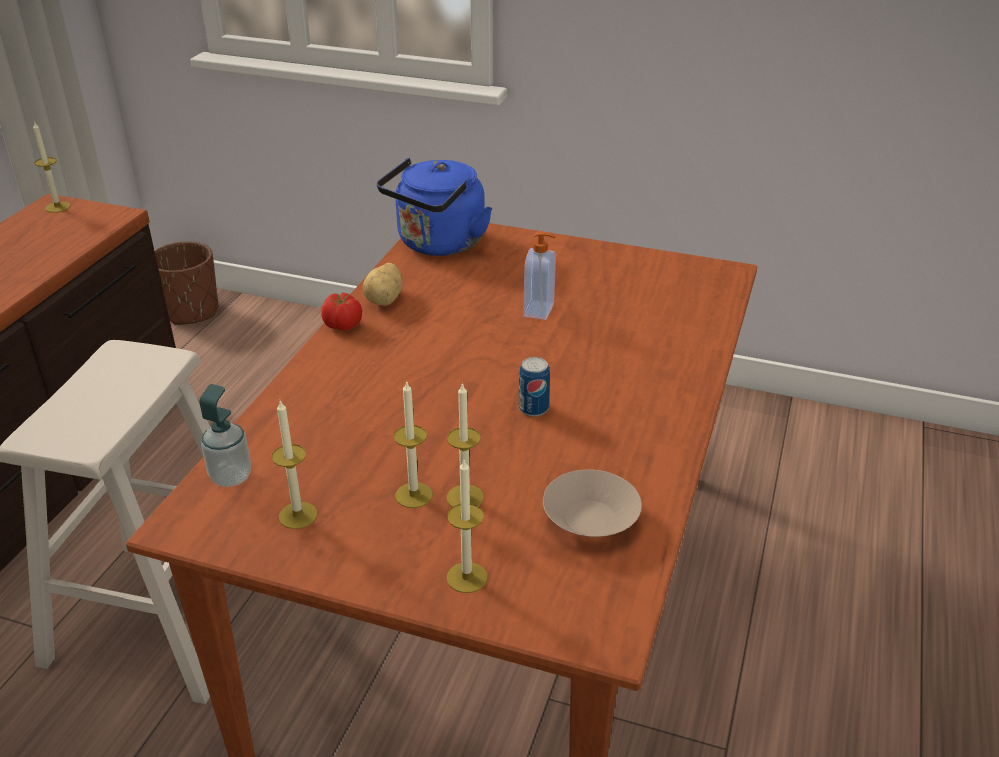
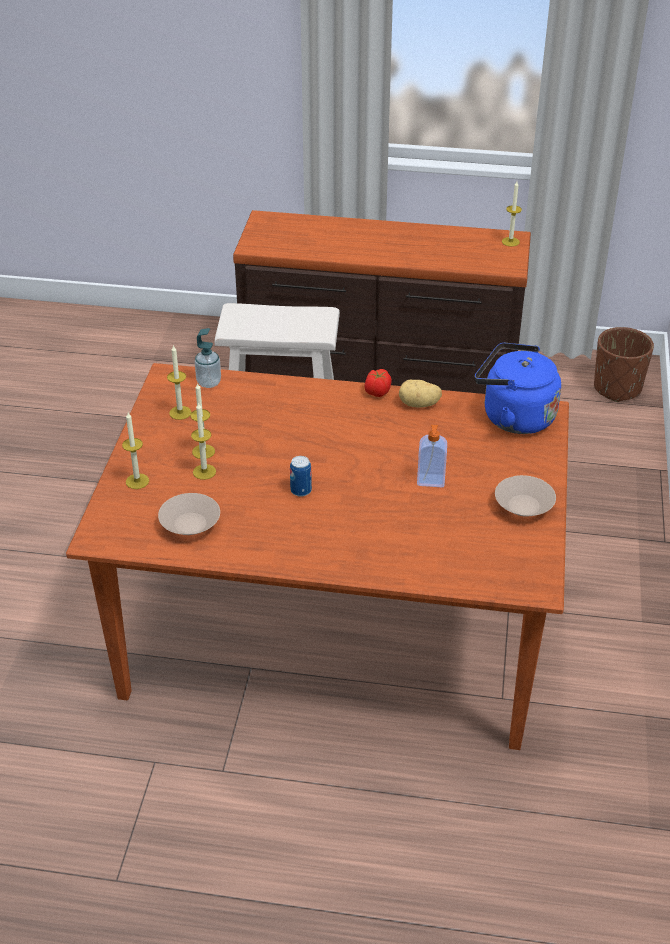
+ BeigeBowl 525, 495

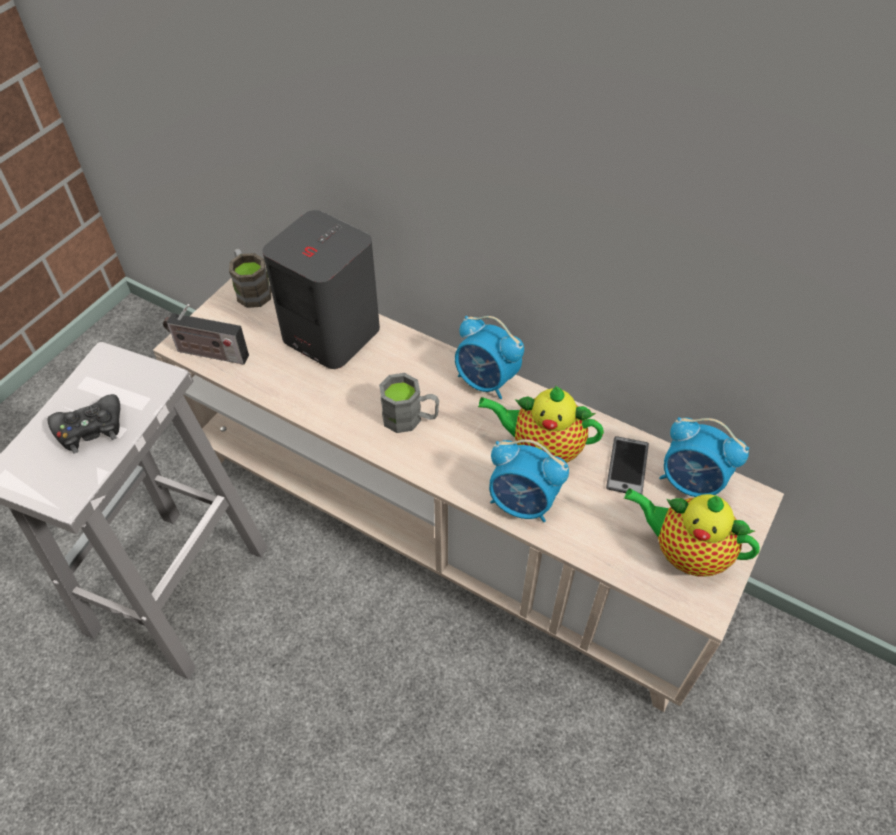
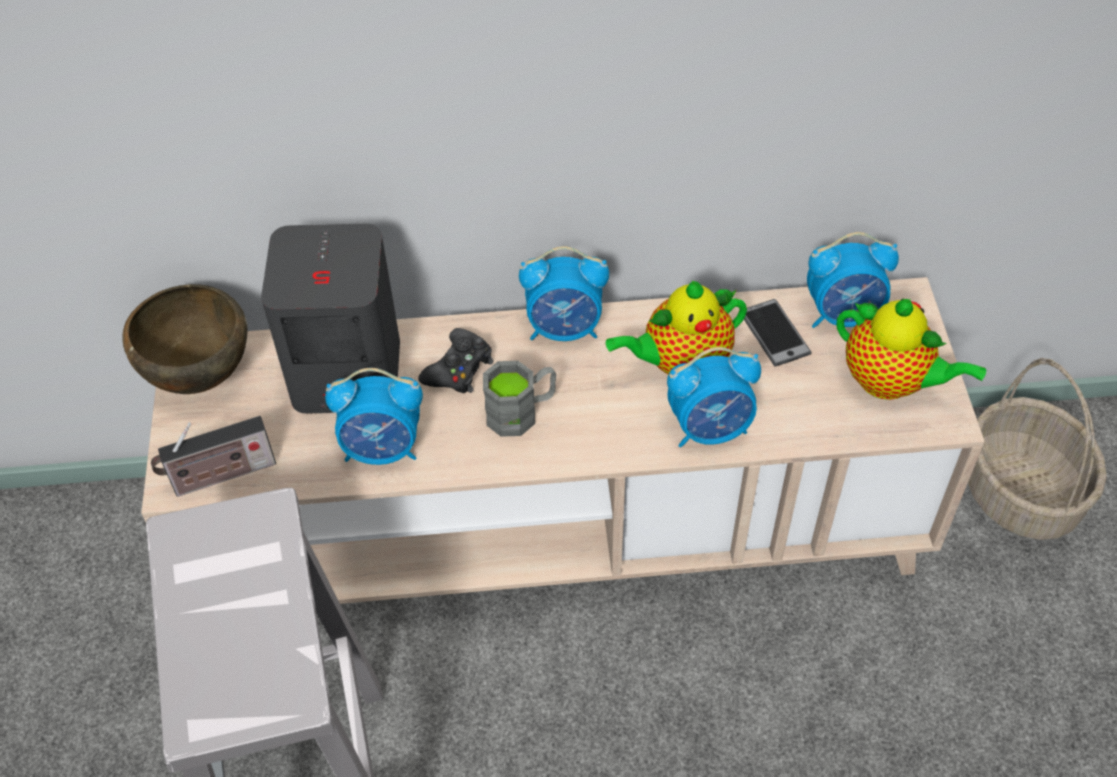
~ BlackGameController 84, 424 to 455, 360
~ BrownMug 250, 278 to BrownBowl 185, 339
~ Teapot 692, 532 = 911, 349 135 degrees counterclockwise
+ AlarmClock 374, 416
+ Basket 1037, 449

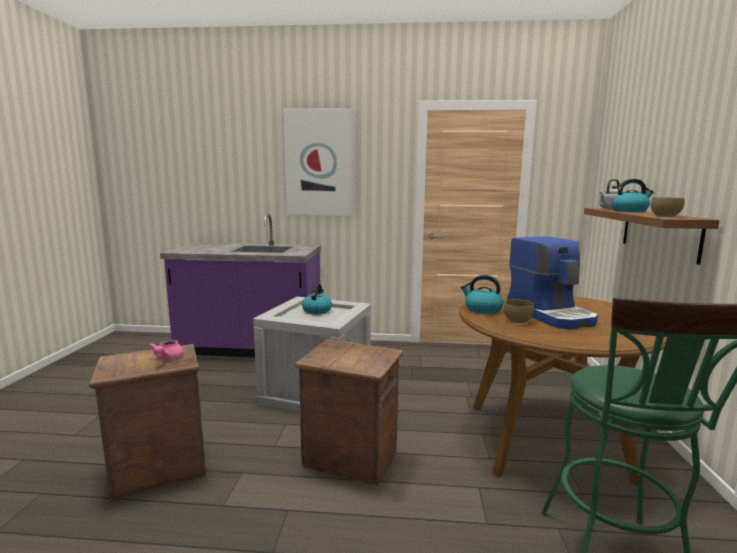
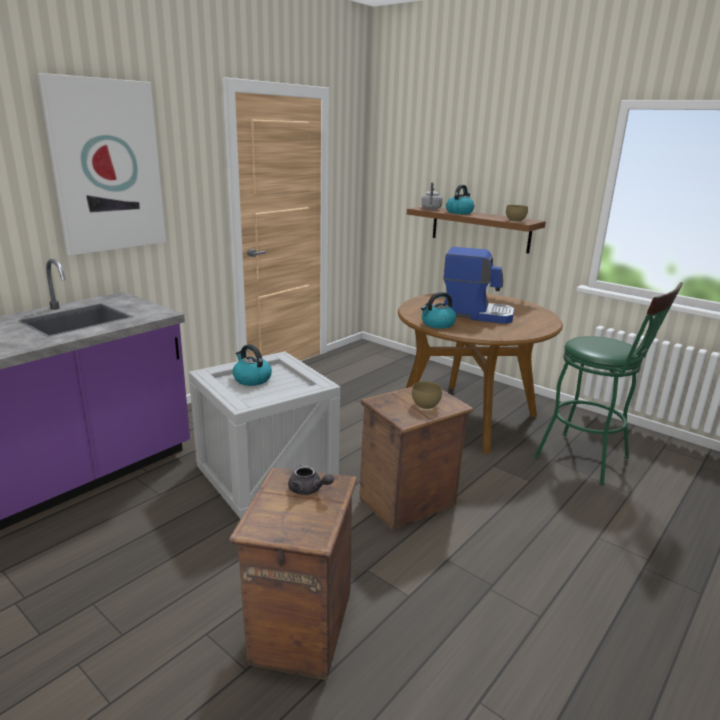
~ PinkTeapot 166, 349 to GreyTeapot 311, 480
~ BrownBowl 519, 311 to 427, 395

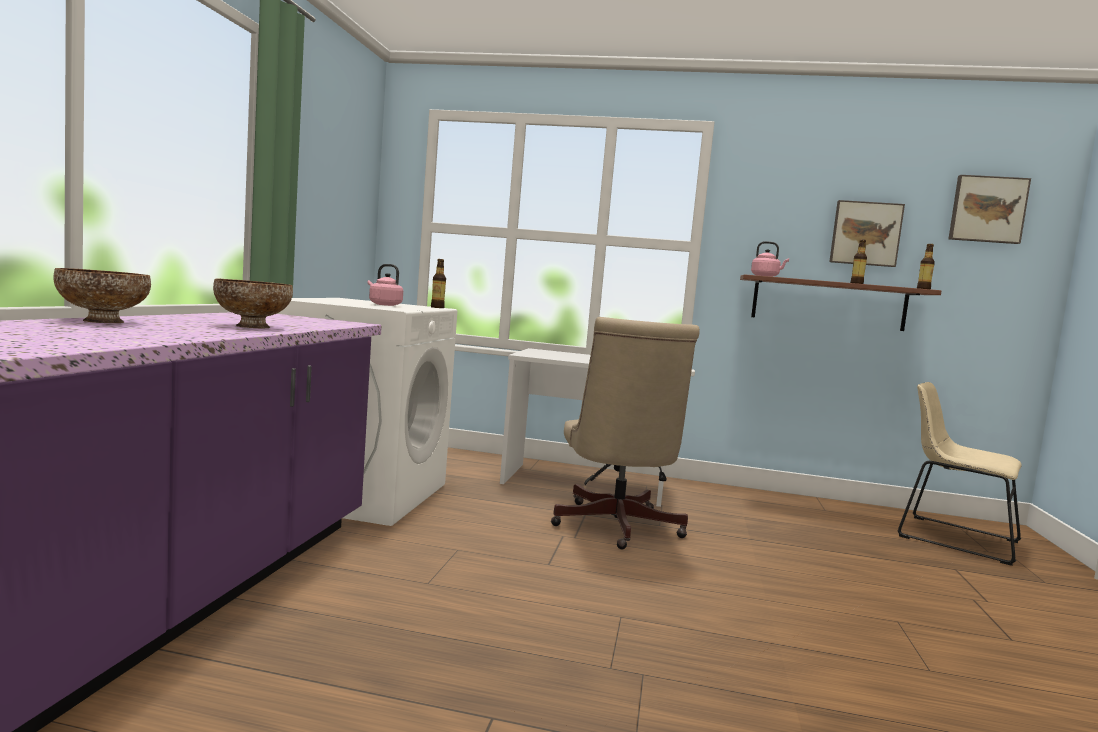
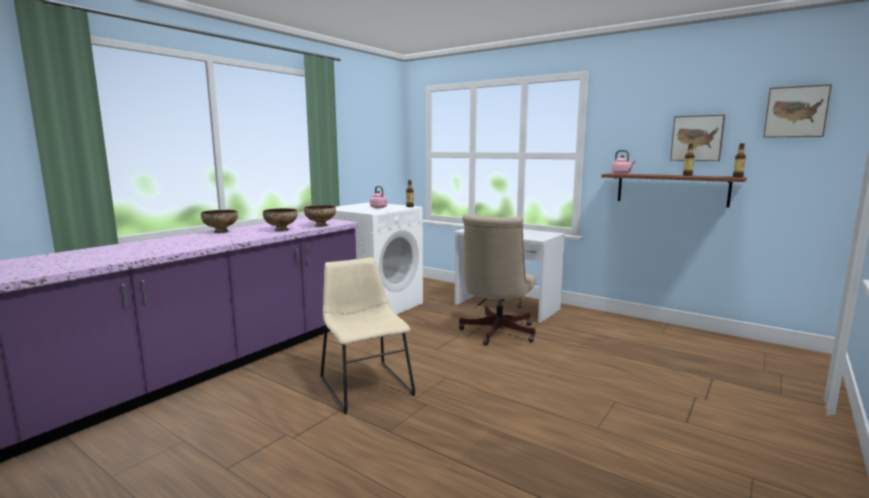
~ BeigeChair 959, 474 to 368, 335
+ Bowl 320, 216

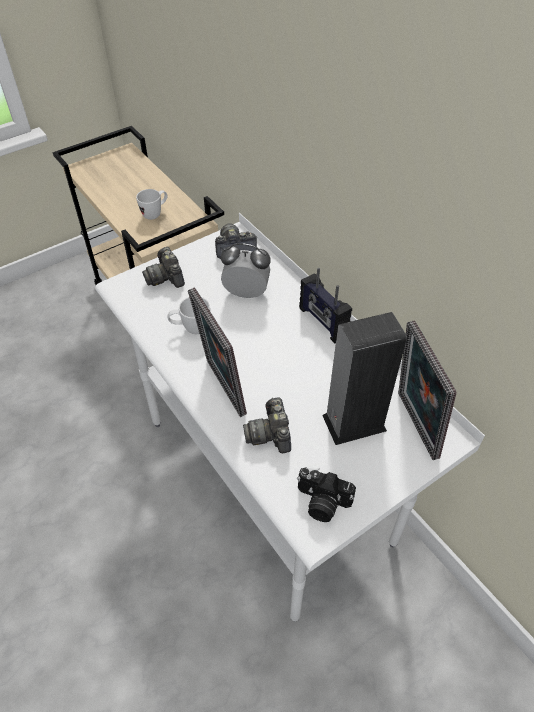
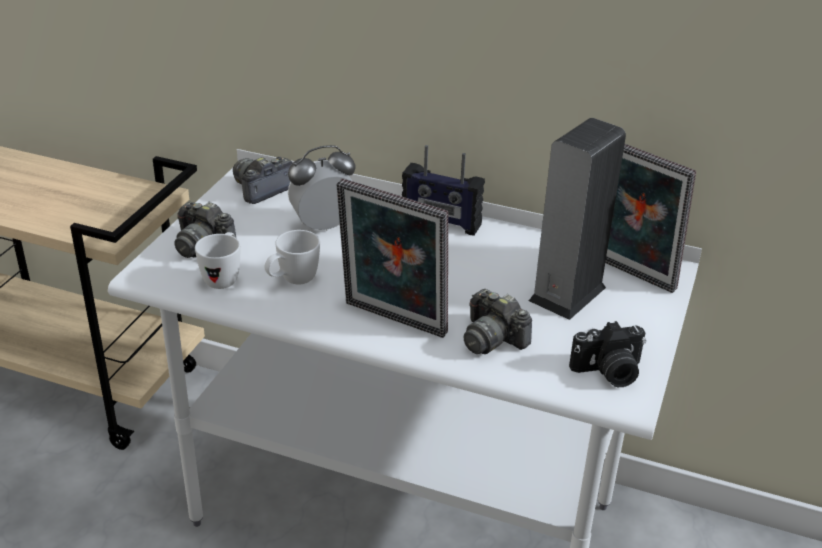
~ WhiteMug 151, 204 to 217, 260

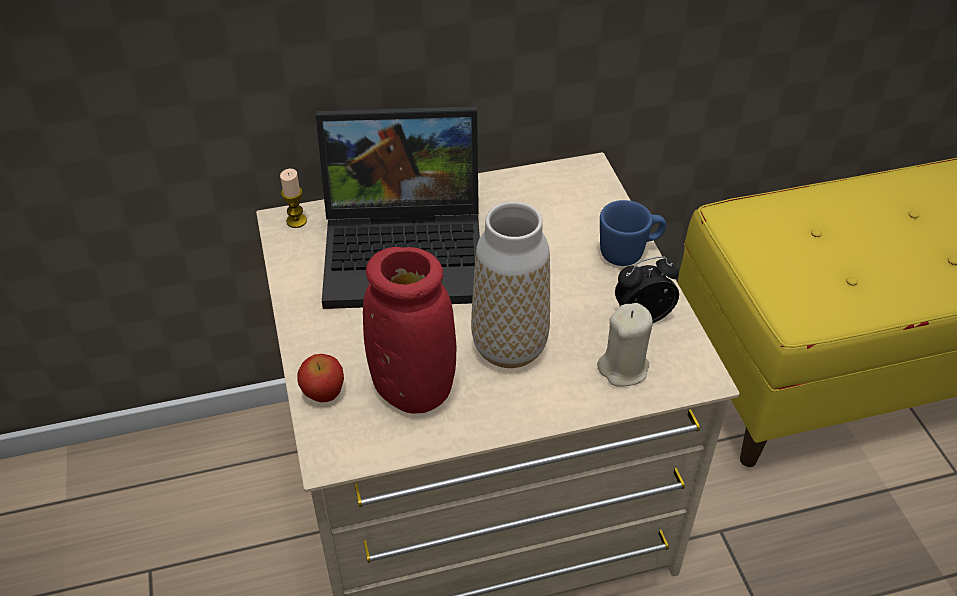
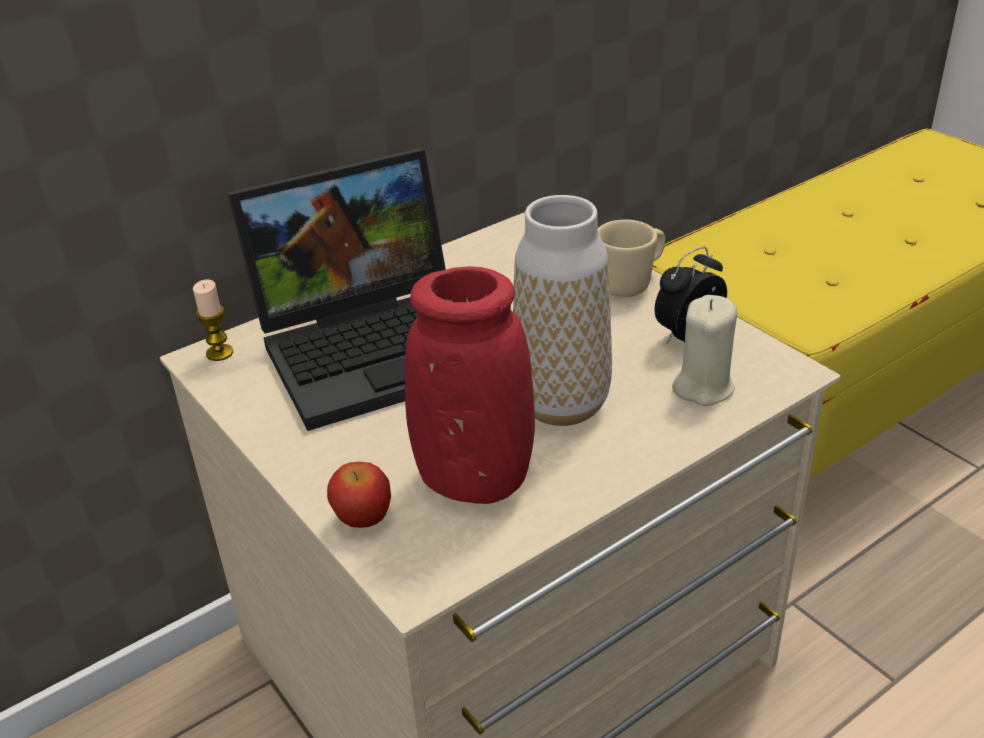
~ BlueMug 633, 233 to BeigeMug 631, 258

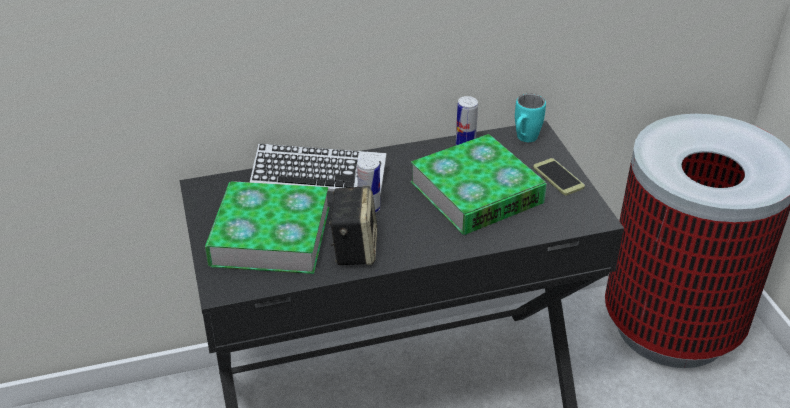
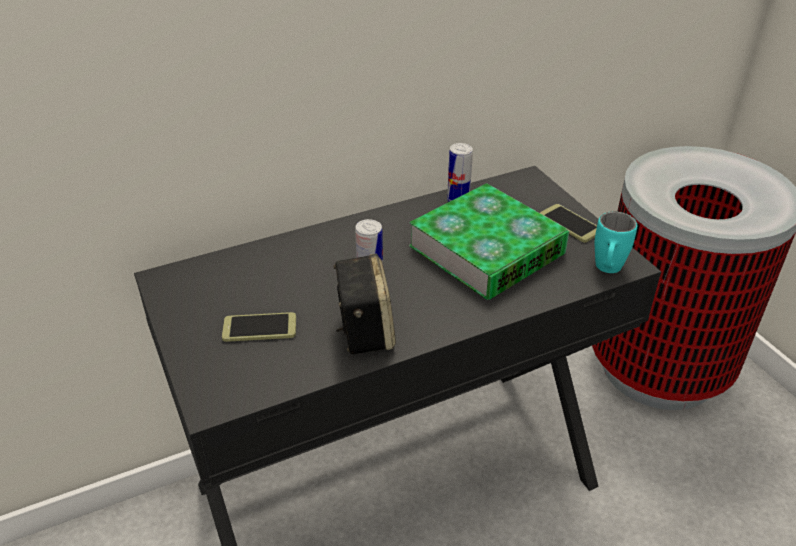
~ Book 267, 227 to Phone 259, 327
- Keyboard 318, 169
~ TurquoiseMug 530, 118 to 616, 242

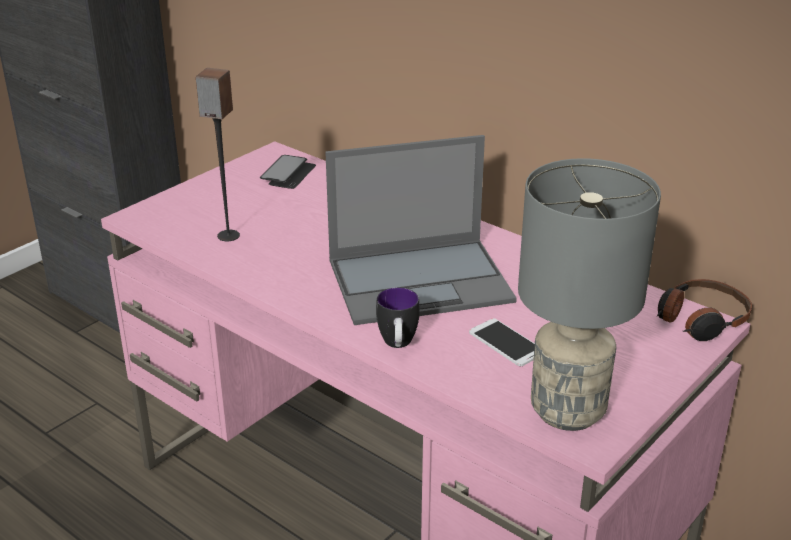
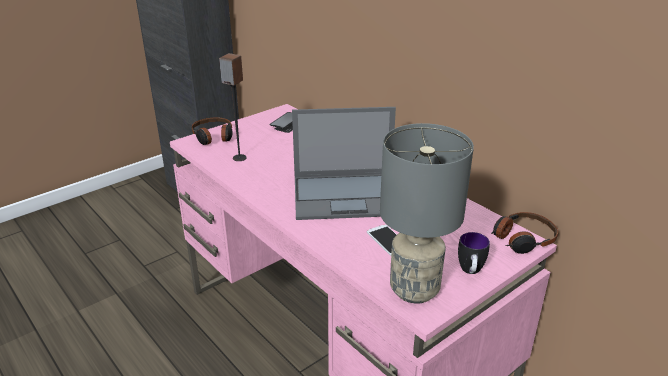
~ Mug 398, 317 to 474, 253
+ Headphones 212, 131

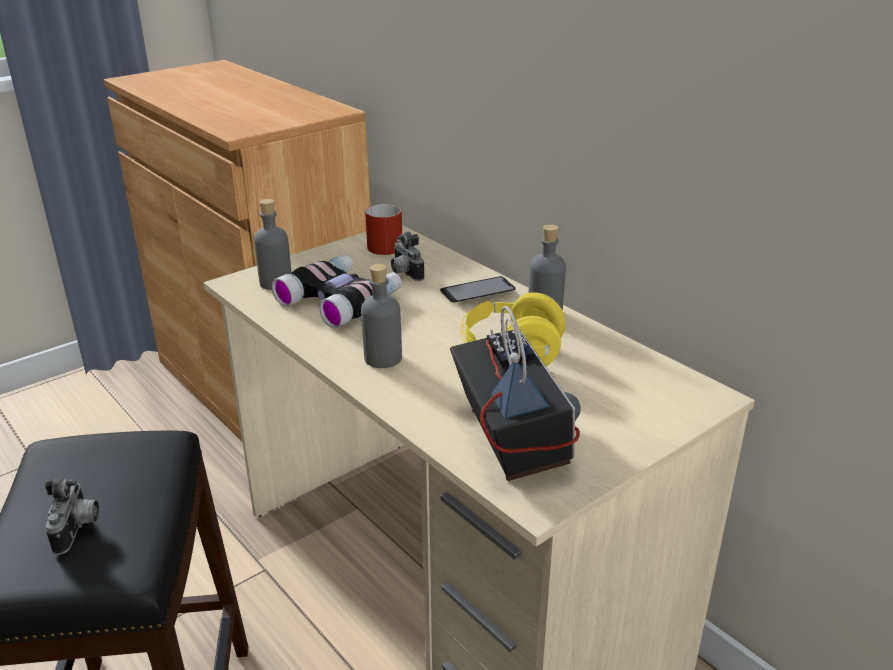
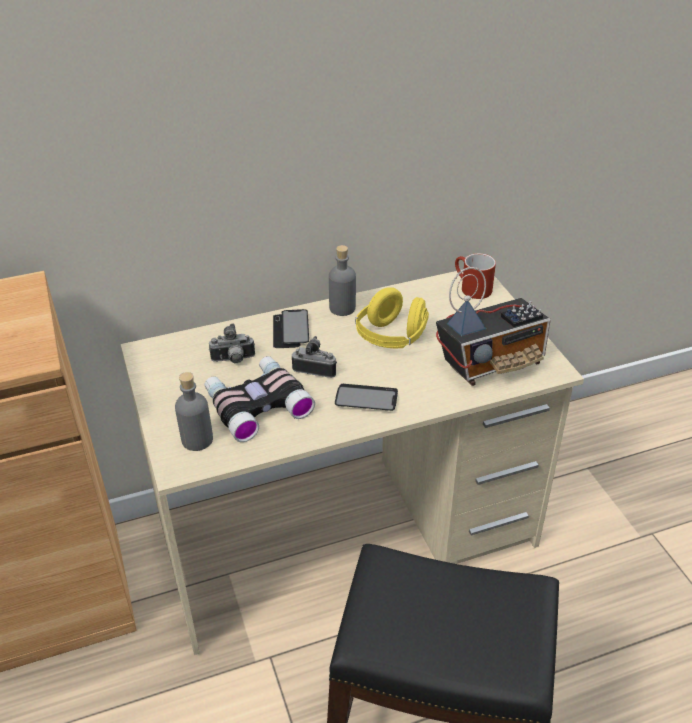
~ PhotoCamera 72, 516 to 314, 357
~ GreyBottle 381, 316 to Phone 366, 397
~ RedMug 383, 229 to 475, 276
~ Radio 515, 393 = 493, 326 150 degrees clockwise

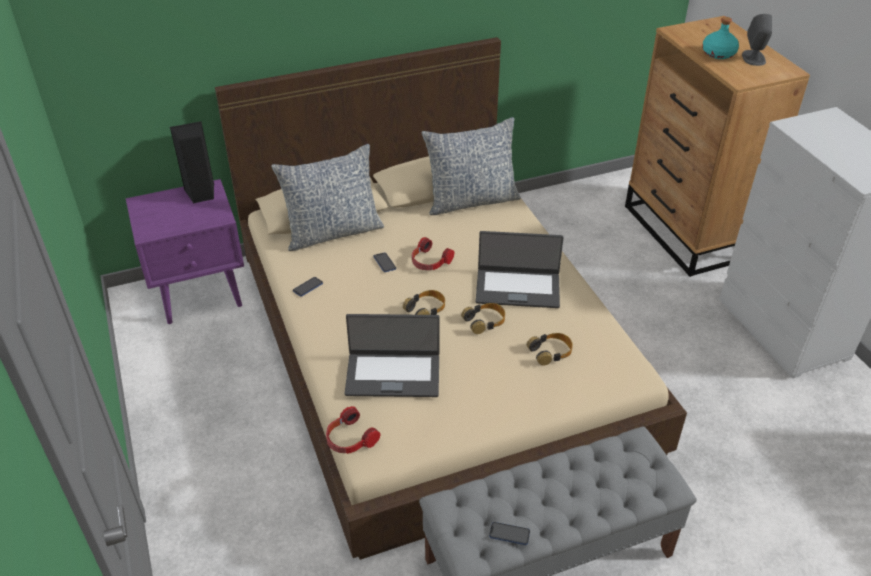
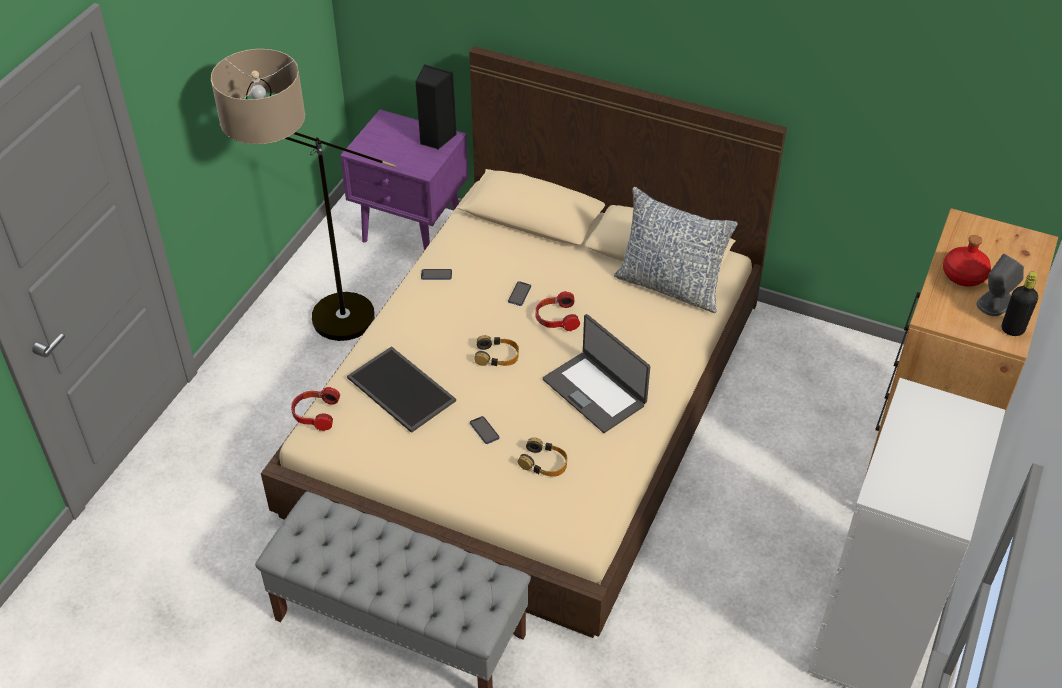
- Pillow 327, 197
~ Laptop 392, 355 to Tray 401, 389
- Headphones 483, 318
~ Phone 509, 533 to 485, 430
~ TurquoiseBottle 720, 38 to RedBottle 967, 261
+ FloorLamp 303, 195
+ BlackBottle 1020, 304

